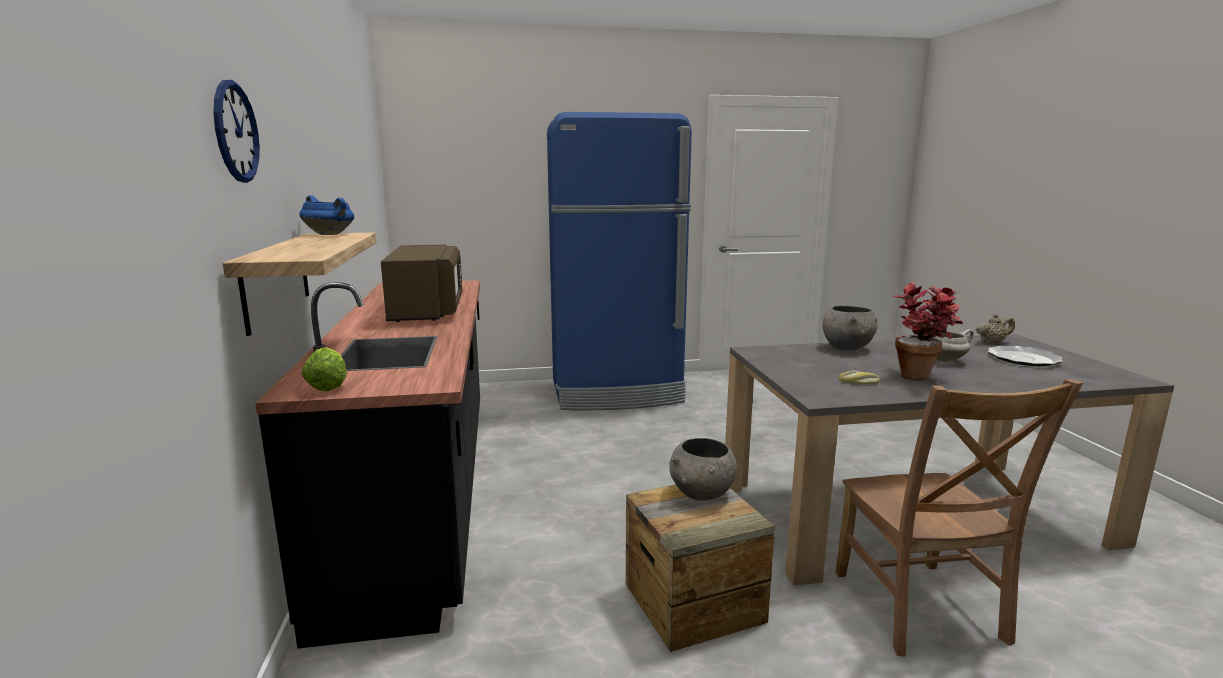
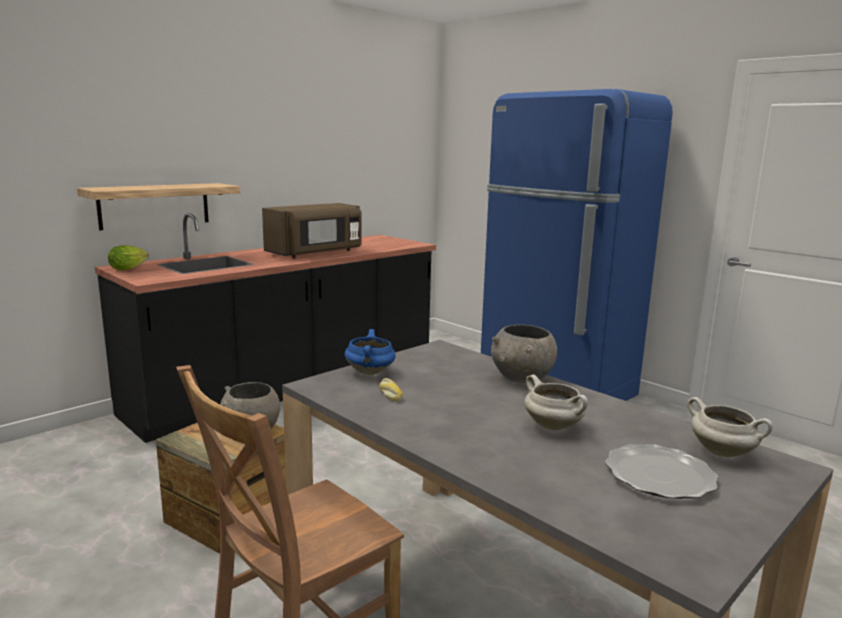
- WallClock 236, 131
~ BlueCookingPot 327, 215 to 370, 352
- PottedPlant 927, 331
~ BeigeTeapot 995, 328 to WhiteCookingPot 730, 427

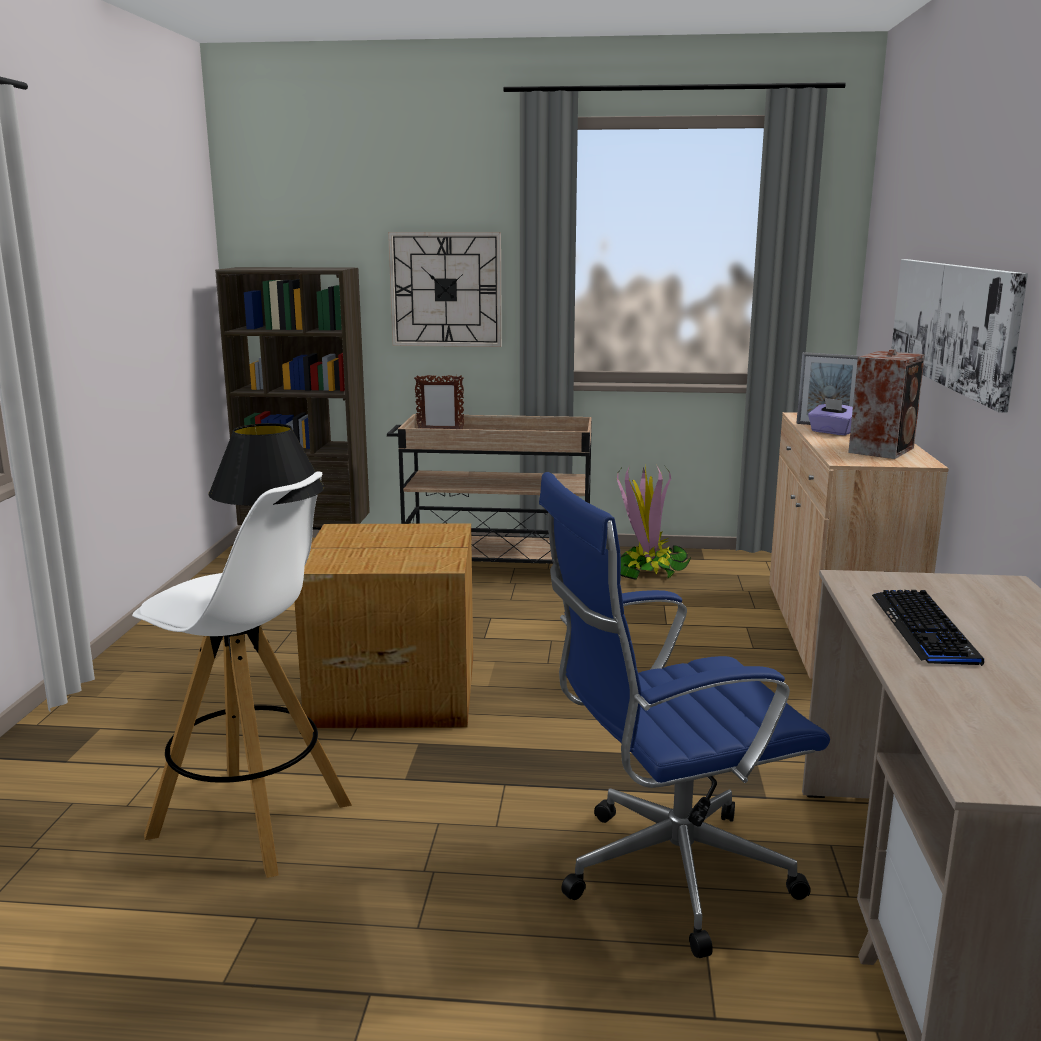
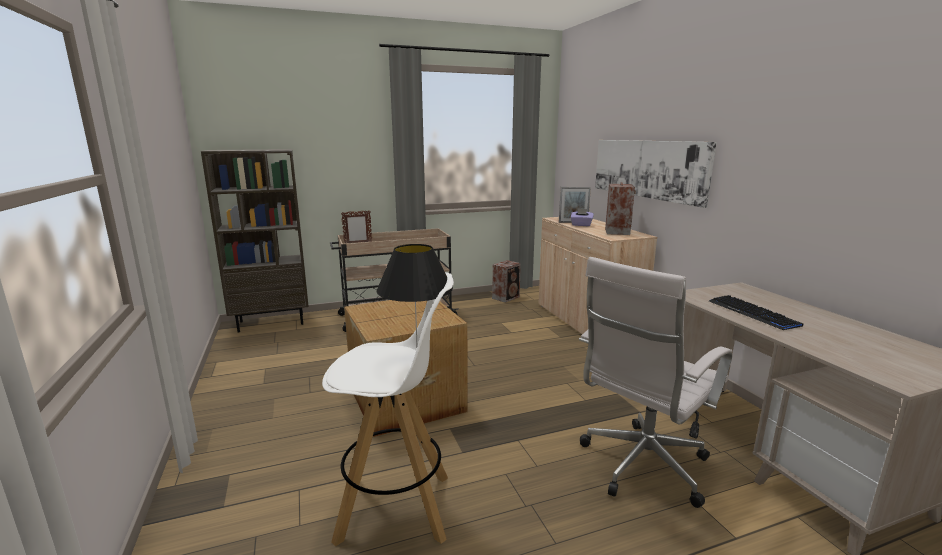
- WallClock 445, 289
~ BlueOfficeChair 684, 715 to WhiteOfficeChair 656, 382
- PottedPlant 654, 522
+ Speaker 506, 281

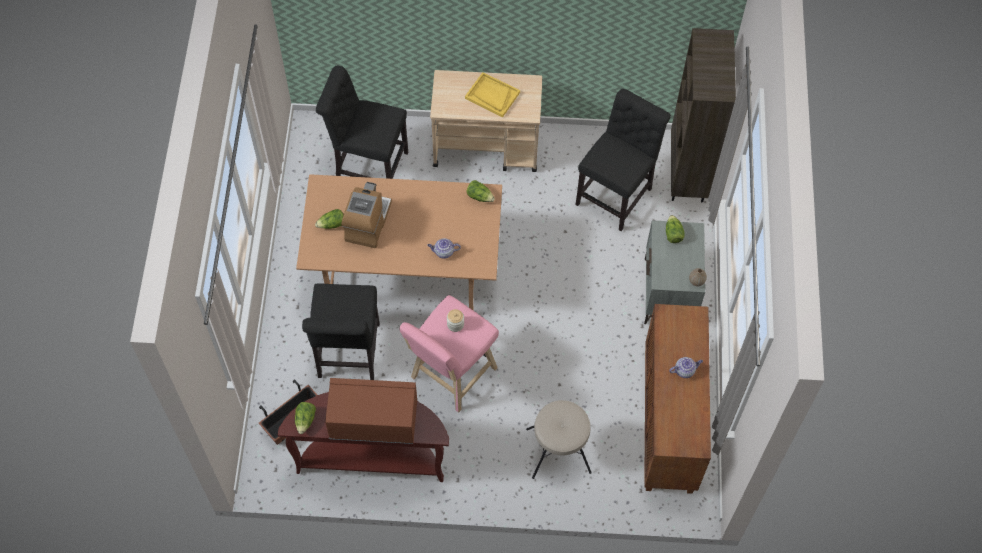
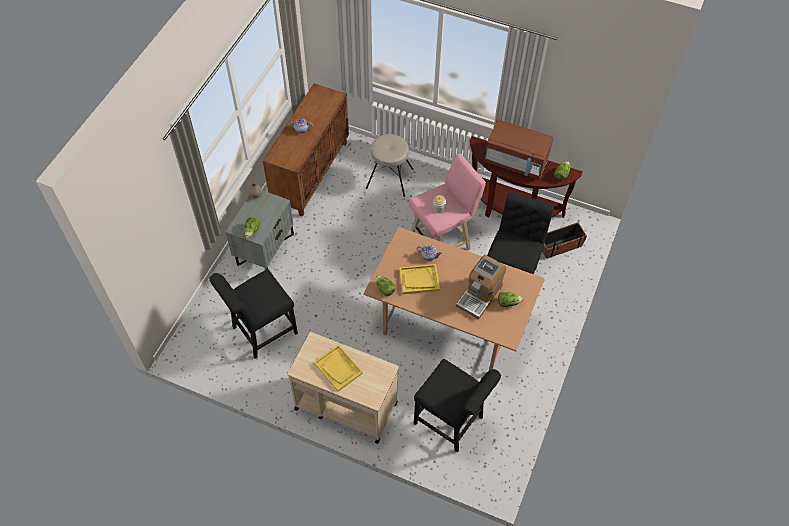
- BrownBookcase 703, 115
+ YellowTray 419, 279

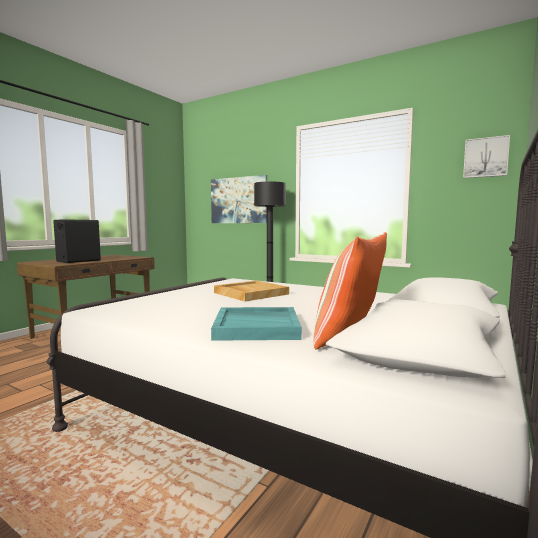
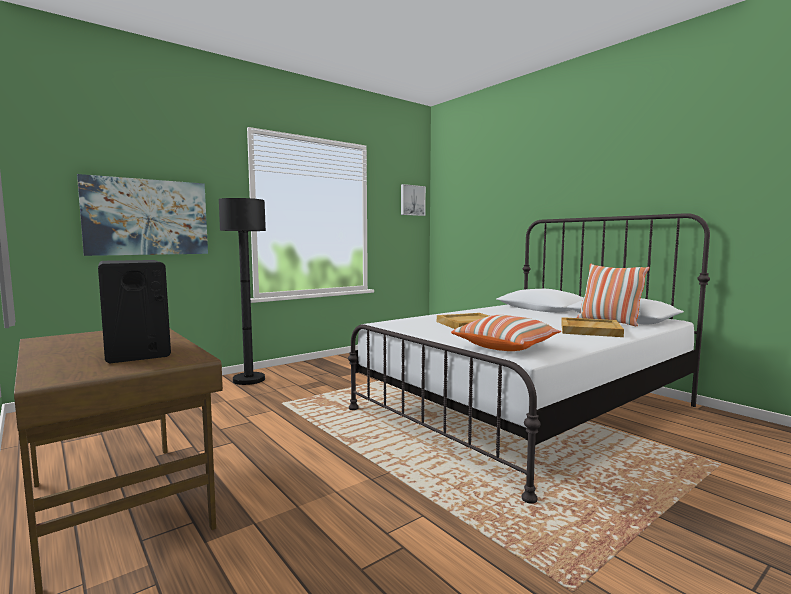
~ TurquoiseTray 256, 324 to BeigeTray 592, 327
+ Pillow 506, 333

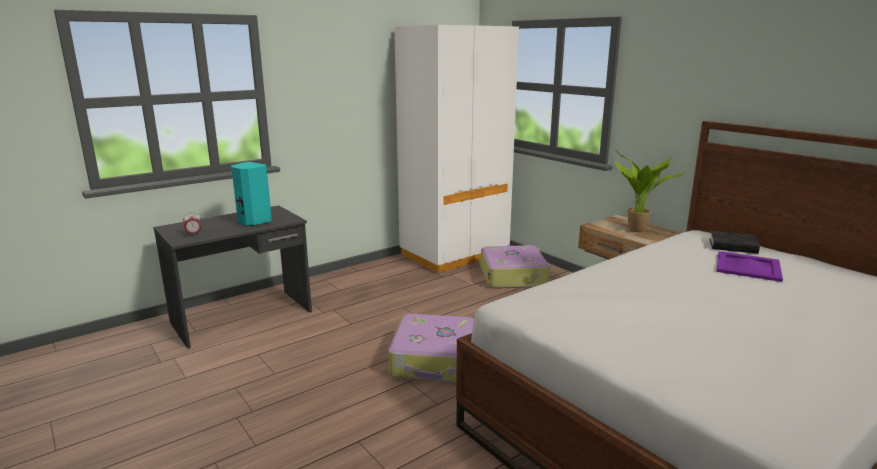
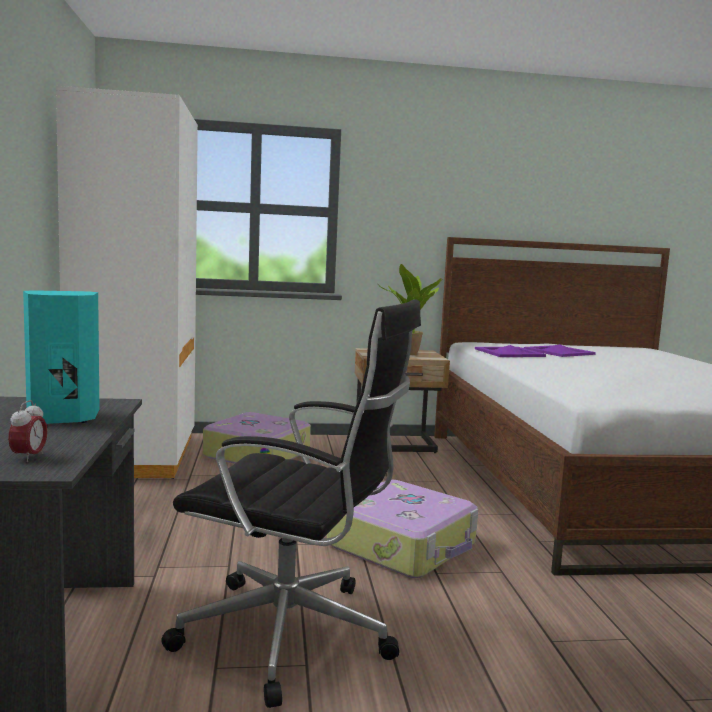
- BlackBook 735, 242
+ BlackOfficeChair 291, 503
+ PurpleTray 510, 351

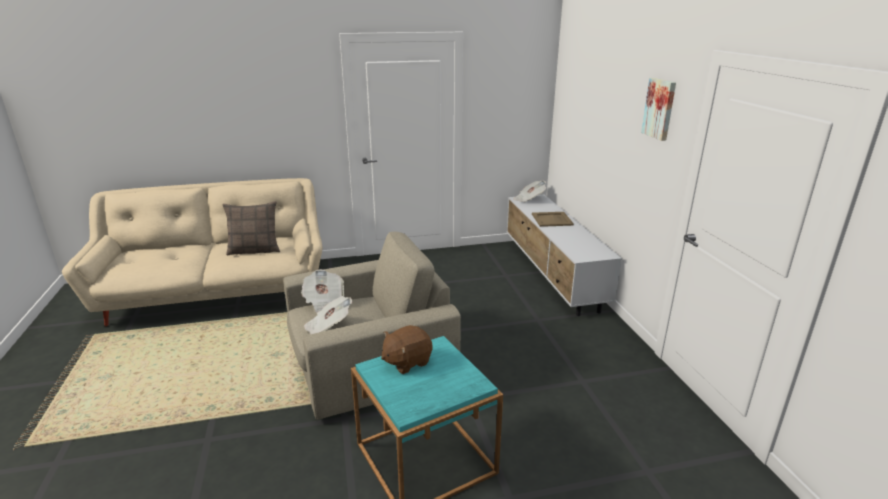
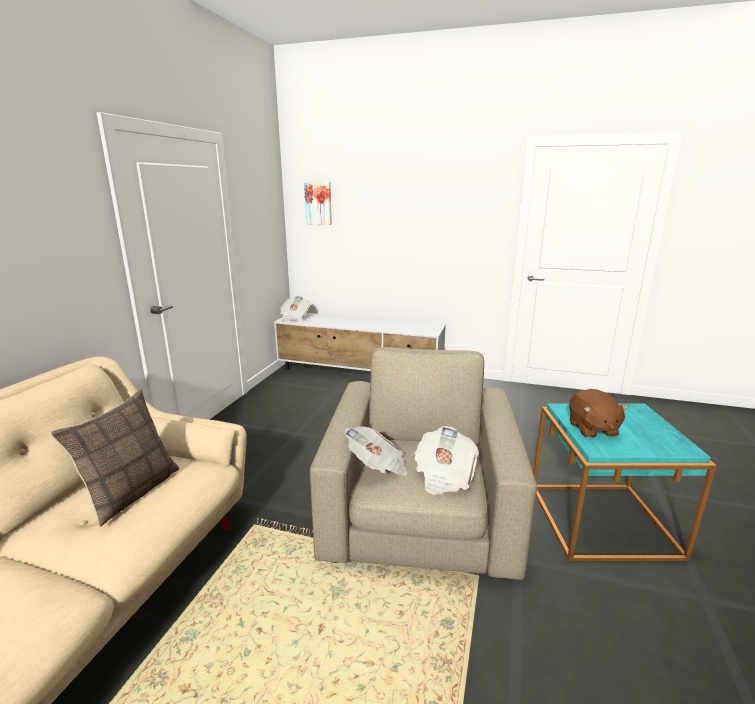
- BeigeTray 553, 219
~ Picture 658, 109 to 318, 203

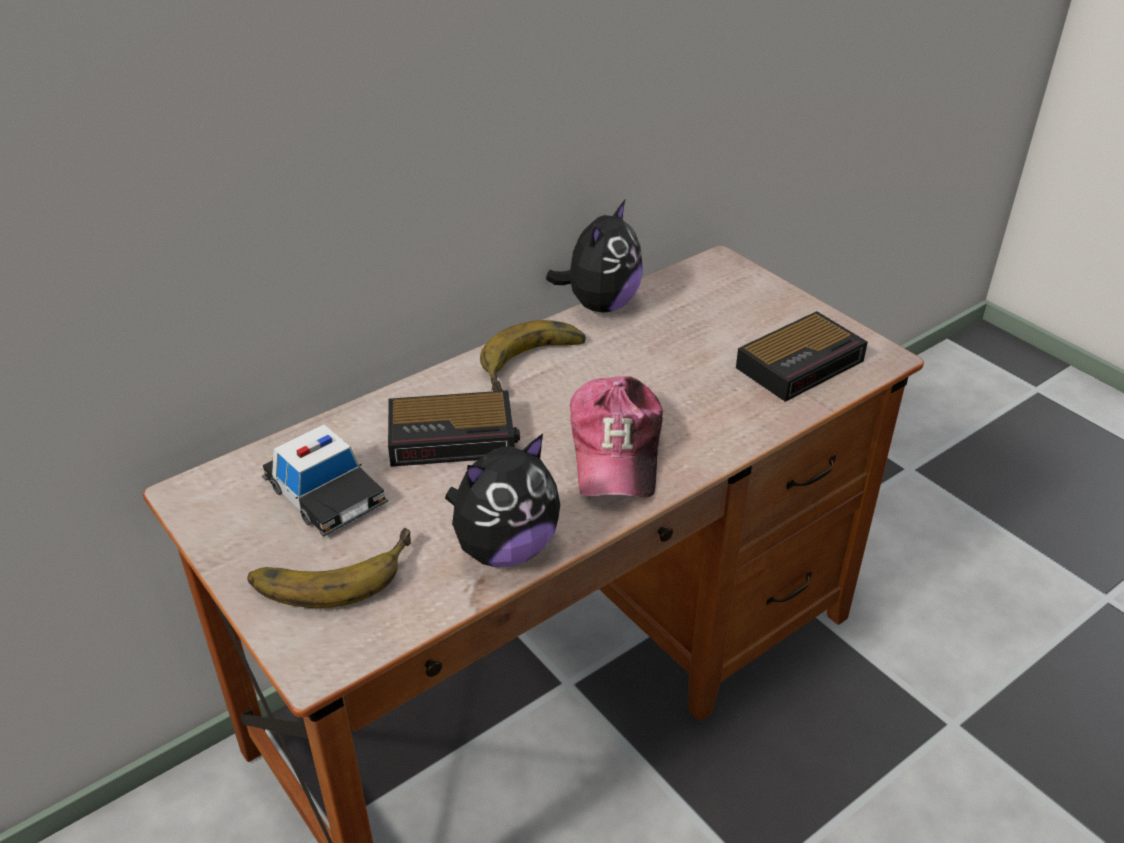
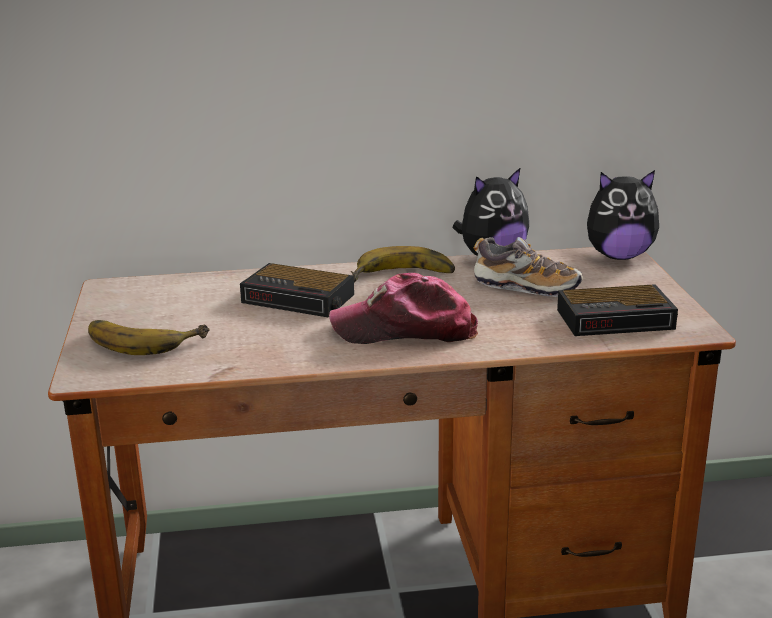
- ToyCar 325, 480
~ PlushToy 502, 500 to 623, 215
~ Cap 616, 437 = 403, 308 60 degrees clockwise
+ Shoe 528, 267

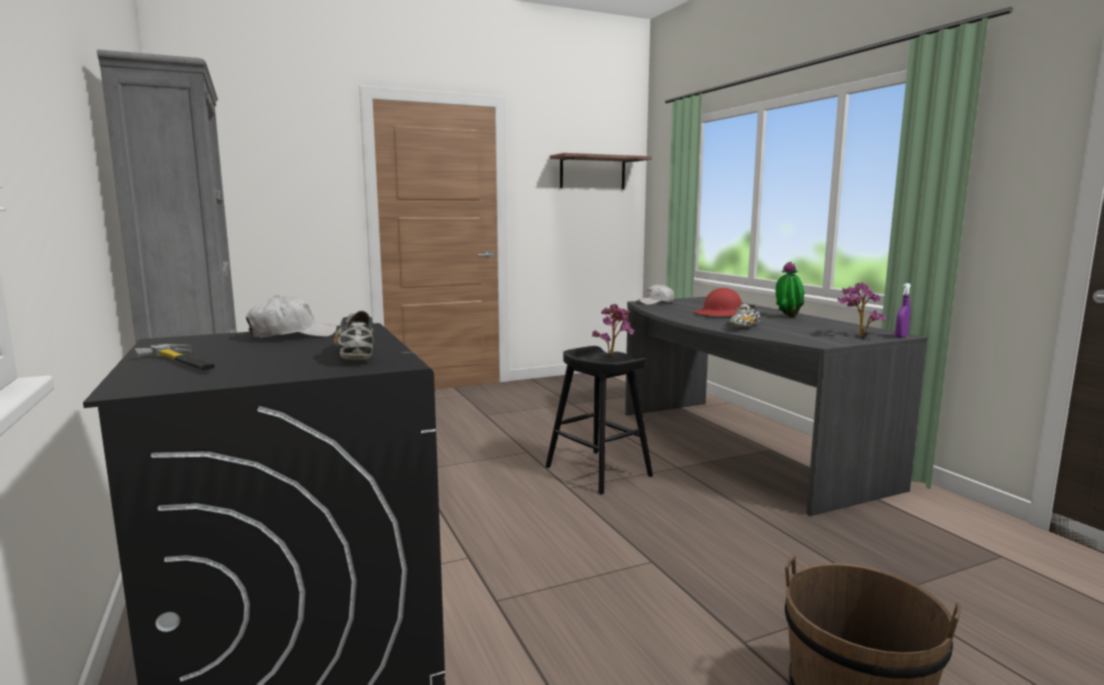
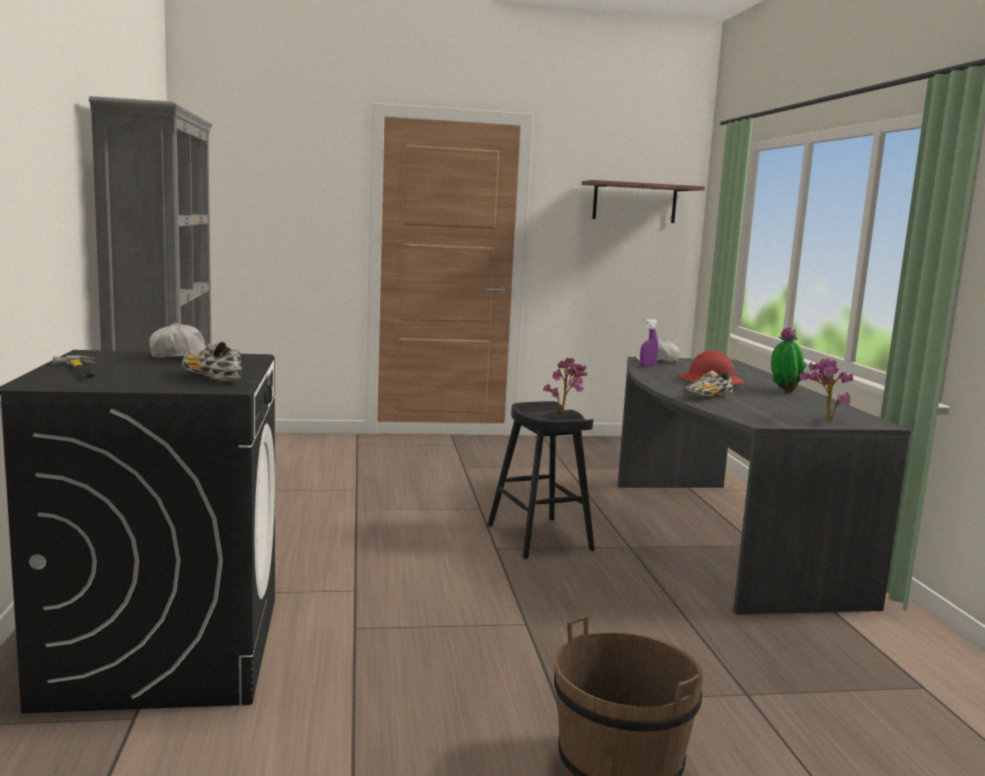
~ Shoe 354, 335 = 212, 361 45 degrees counterclockwise
~ PurpleSprayBottle 903, 310 to 649, 342

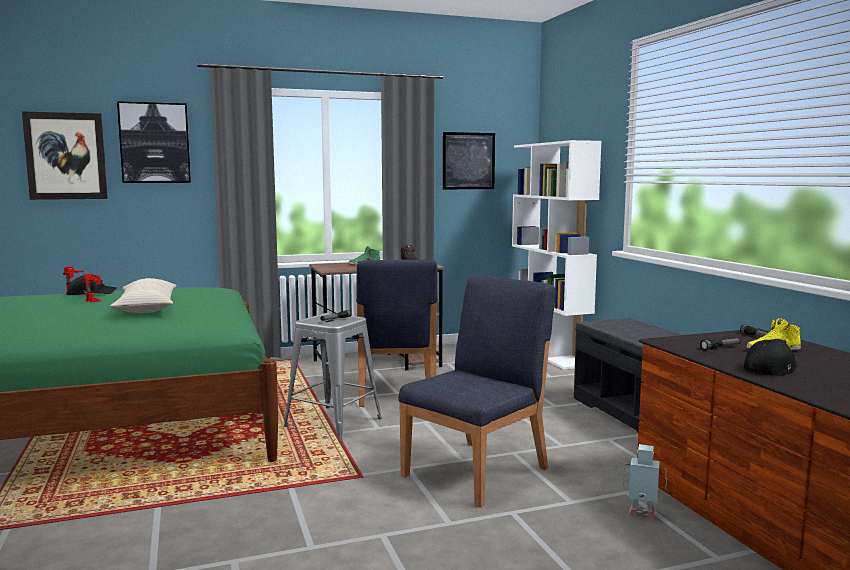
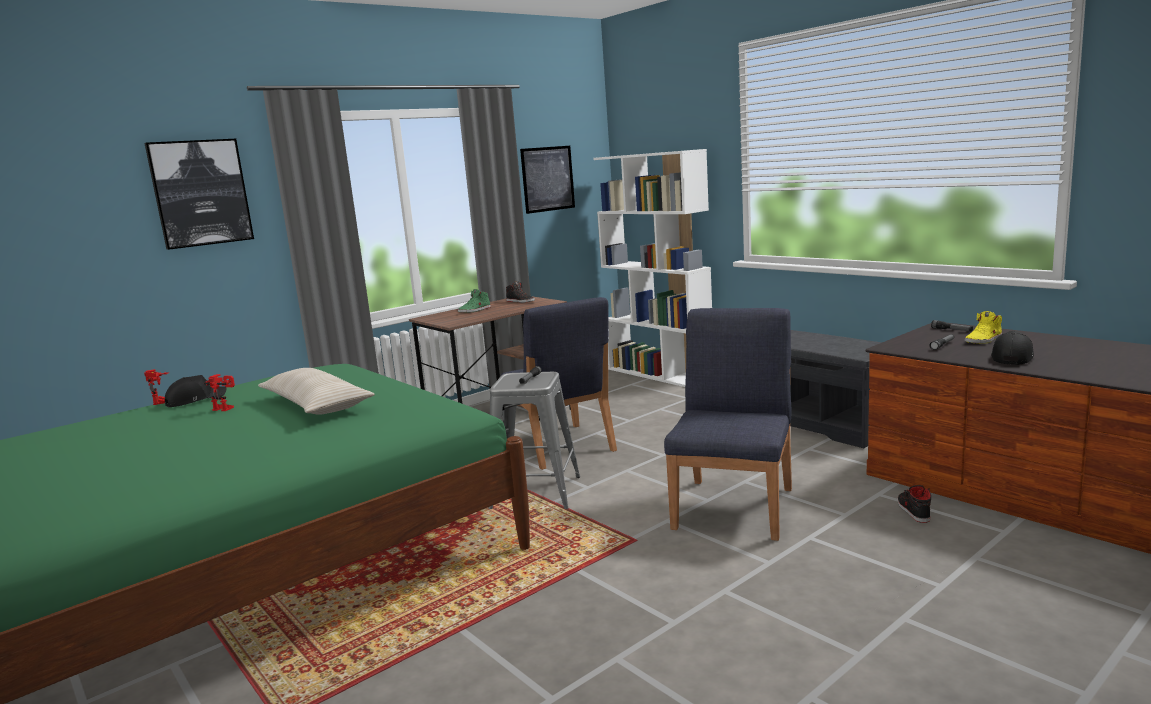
- Picture 65, 155
~ ToyRobot 645, 481 to BlackShoe 914, 504

